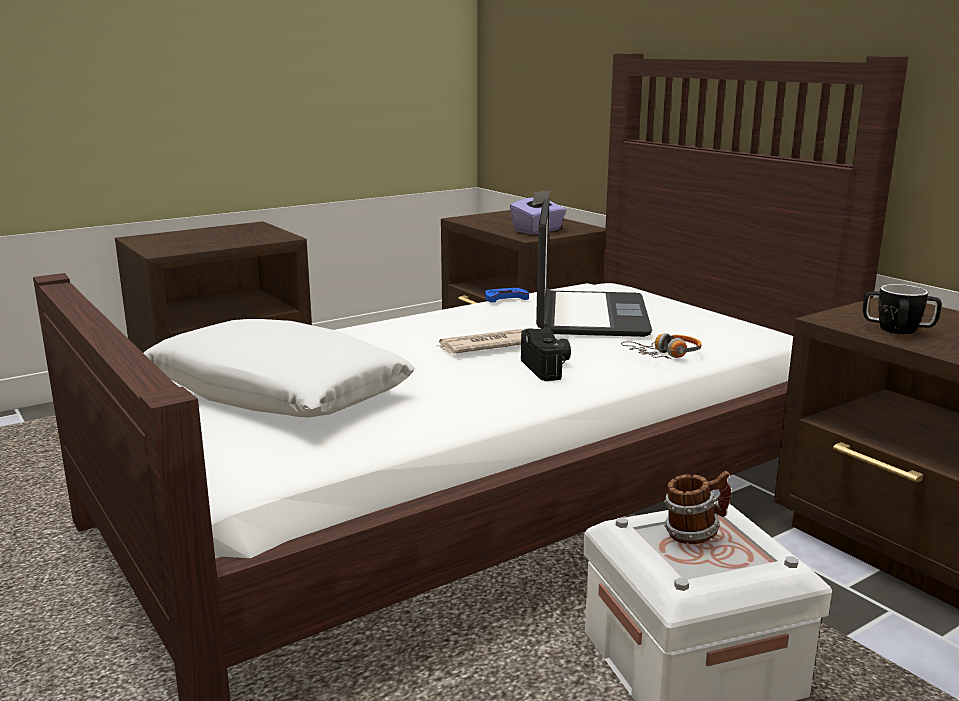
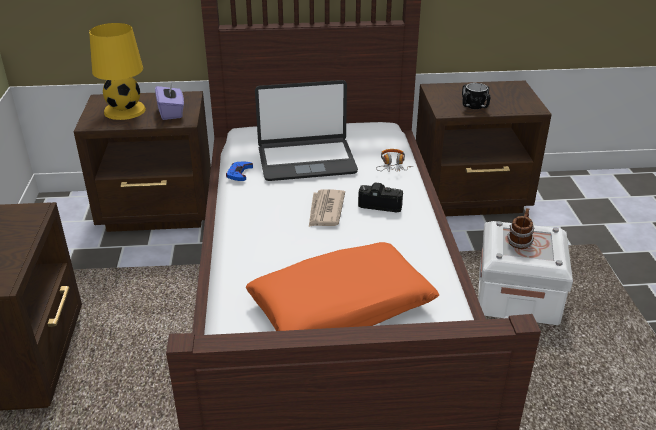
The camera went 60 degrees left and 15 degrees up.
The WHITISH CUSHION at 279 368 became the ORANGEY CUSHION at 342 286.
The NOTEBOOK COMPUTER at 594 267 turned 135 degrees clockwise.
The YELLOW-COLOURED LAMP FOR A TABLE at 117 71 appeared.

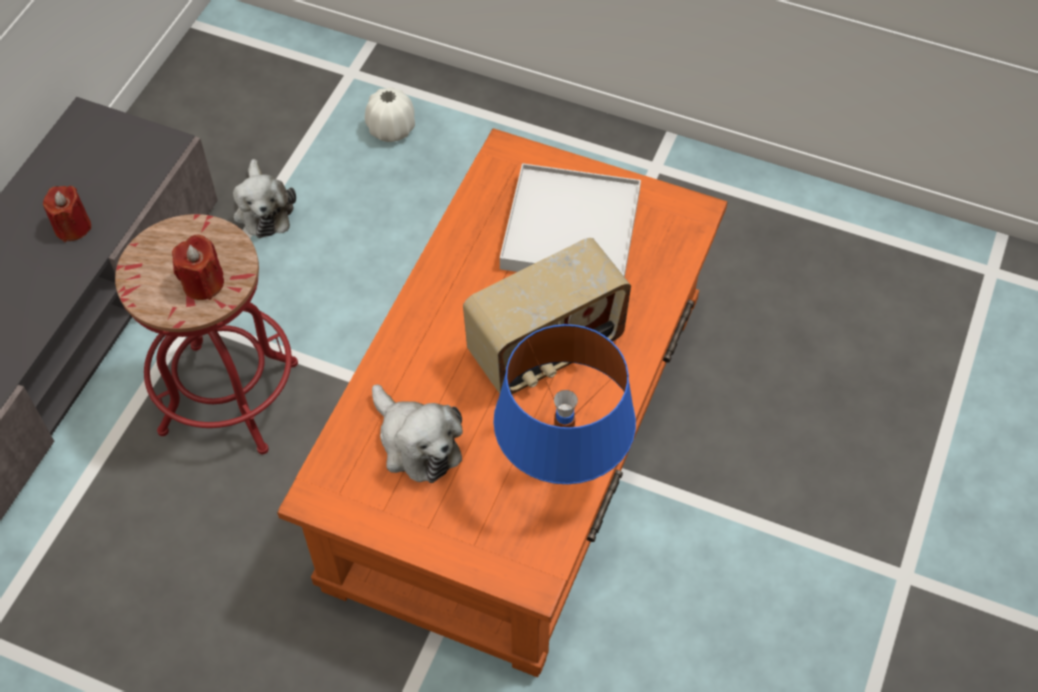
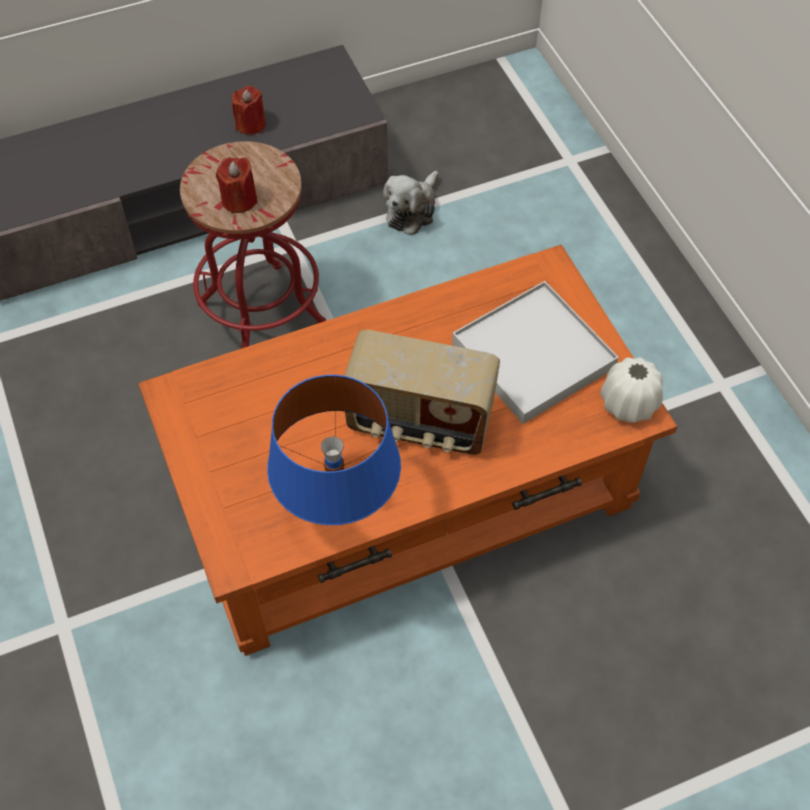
The camera went 45 degrees right and 0 degrees up.
The WHITISH DECORATIVE VASE moved from 390 114 to 632 390.
The SOFT TOY at 417 433 disappeared.

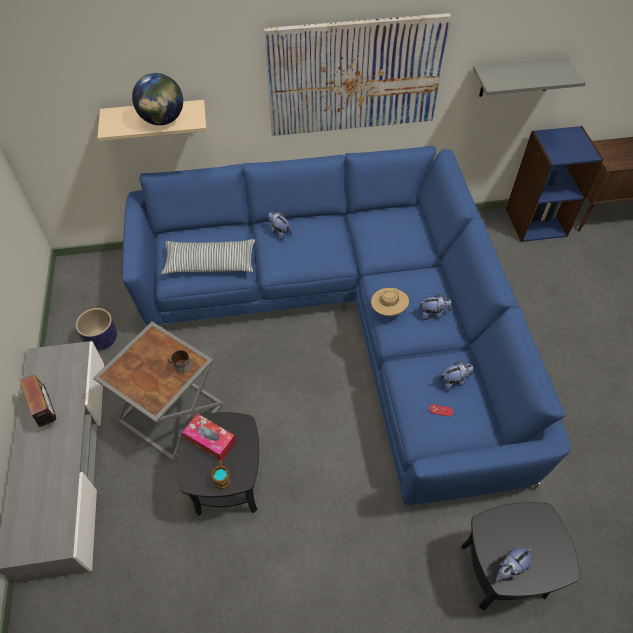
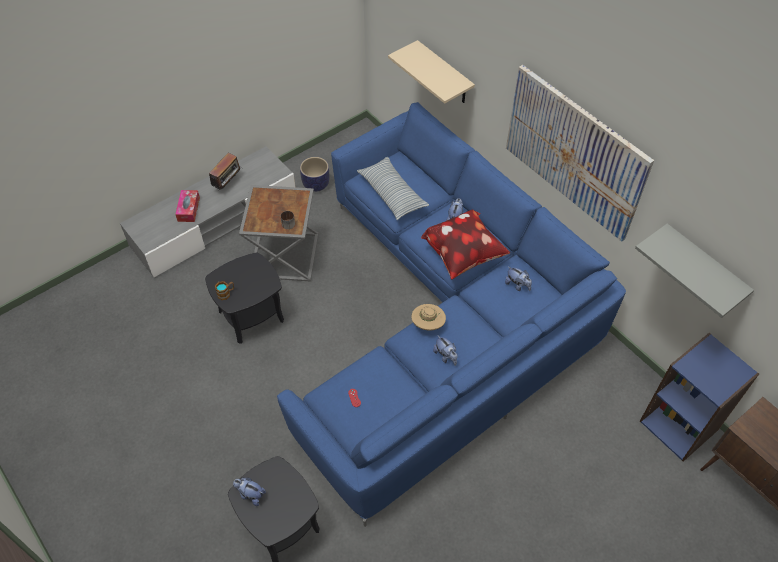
The camera went 60 degrees right and 0 degrees up.
The DESK GLOBE at 157 99 disappeared.
The BOX OF TISSUES moved from 209 436 to 187 206.
The SOFT TOY moved from 455 376 to 518 279.
The CUSHION at 465 244 appeared.

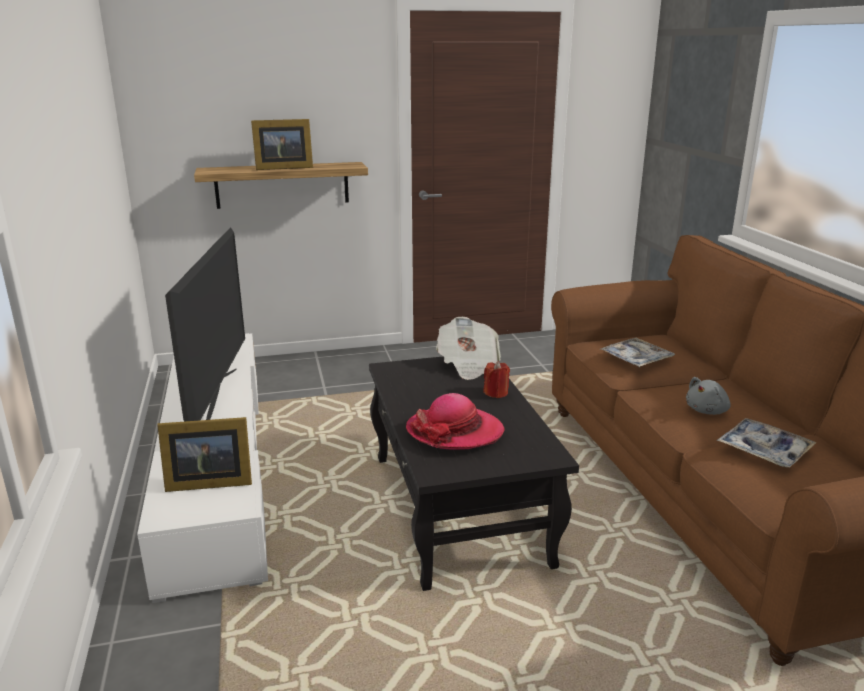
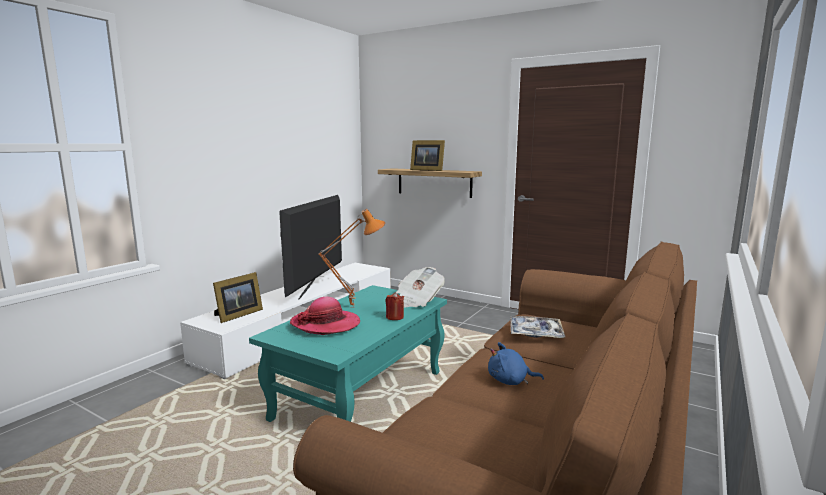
The camera went 45 degrees right and 10 degrees down.
The PHOTO FRAME at 204 454 turned 90 degrees counterclockwise.
The TV at 205 324 turned 150 degrees clockwise.
The BLACK COFFEE TABLE at 474 474 became the BLUE-GREEN COFFEE TABLE at 348 353.
The GRAY SOFT TOY at 708 396 became the BLUE-COLOURED SOFT TOY at 516 363.
The TRAY at 767 443 disappeared.
The ORANGEY LAMP FOR A TABLE at 351 258 appeared.

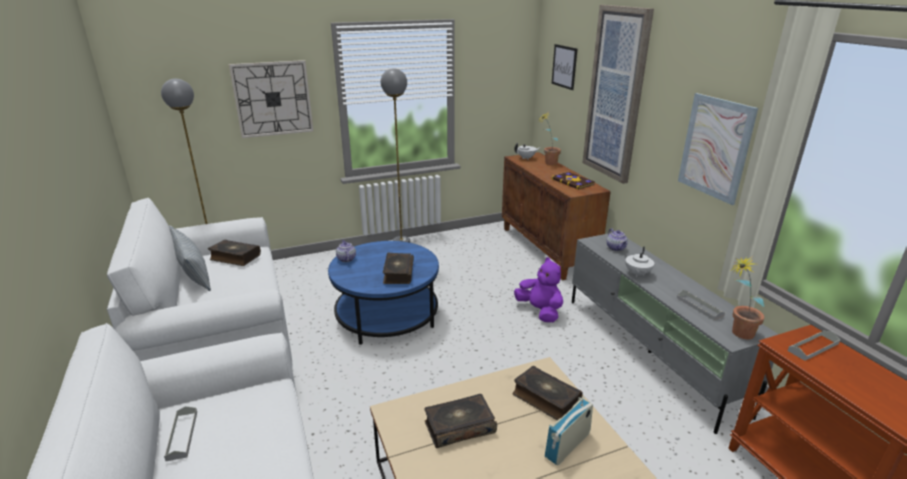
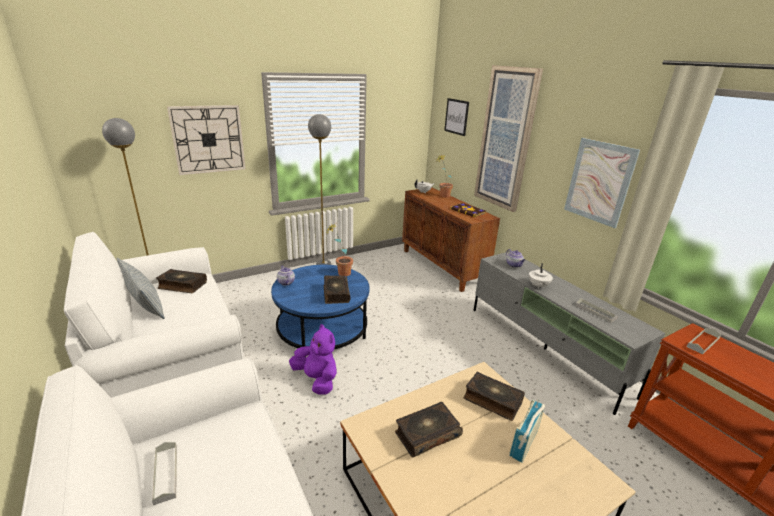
The camera went 10 degrees left and 0 degrees up.
The PURPLE SOFT TOY moved from 538 289 to 313 359.
The PLANT IN A POT moved from 747 297 to 339 249.

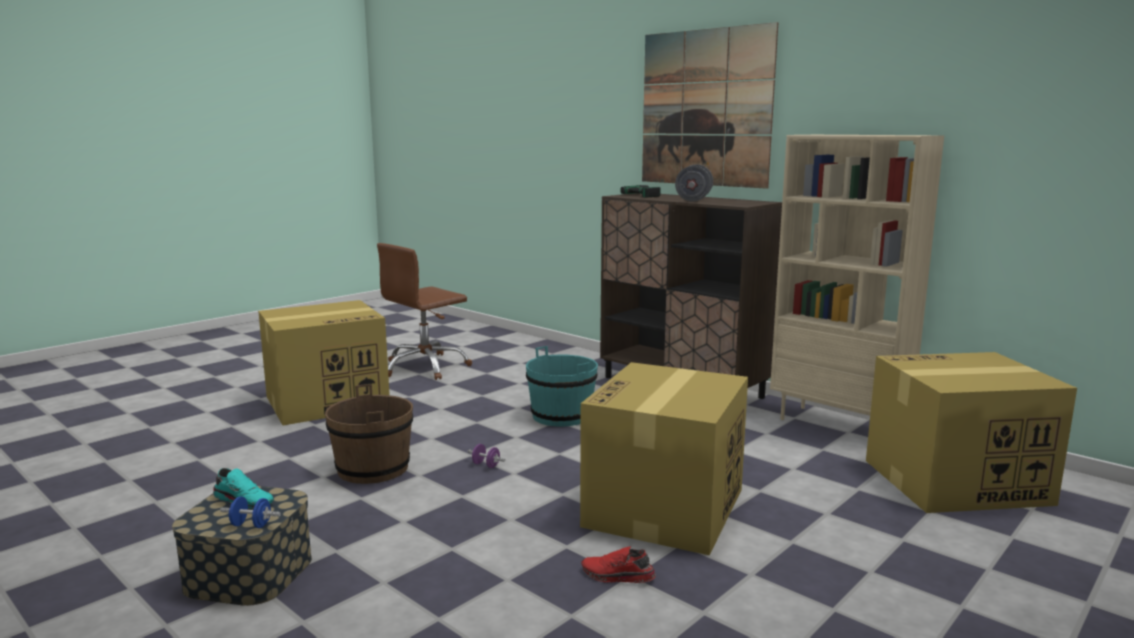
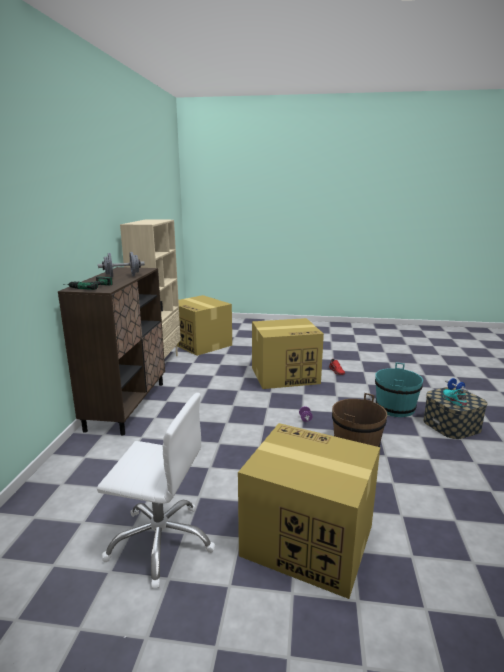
The camera went 125 degrees left and 5 degrees up.
The BROWNISH OFFICE CHAIR at 424 311 became the WHITISH OFFICE CHAIR at 156 491.
The BLUE-GREEN WATER BUCKET moved from 562 386 to 399 390.
The PICTURE at 710 105 disappeared.

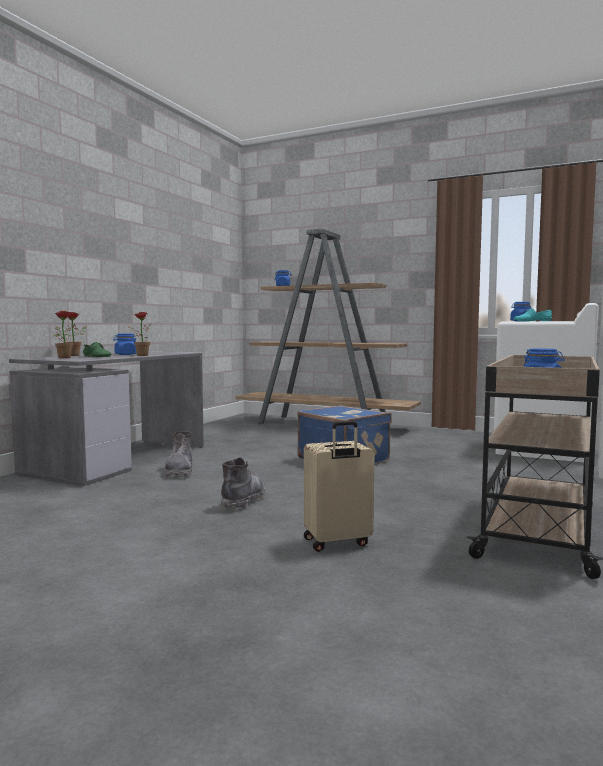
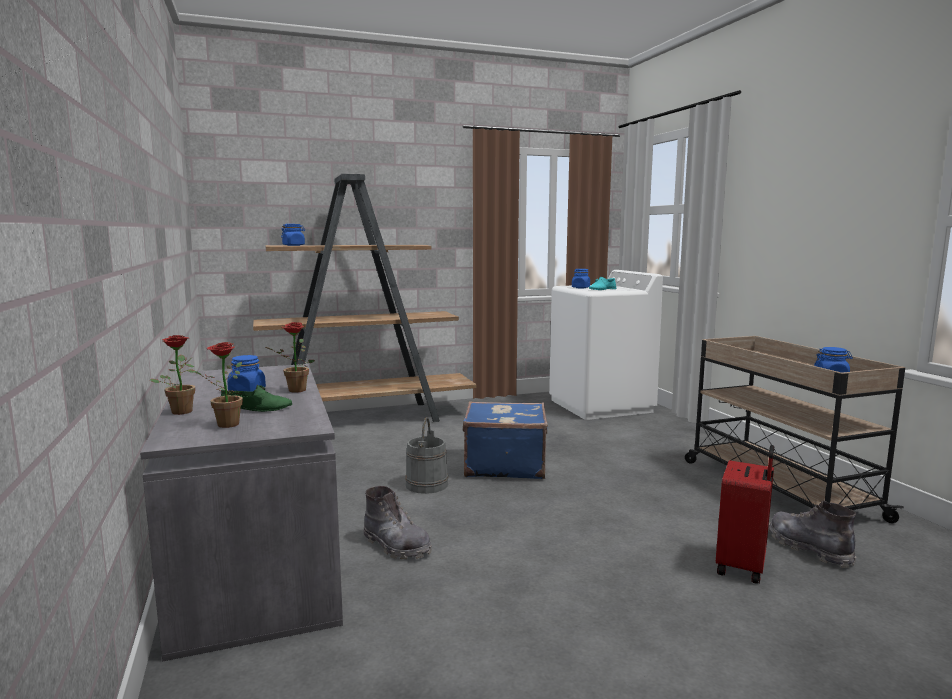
The camera went 45 degrees left and 5 degrees up.
The GRAY TALL BOOT moved from 243 483 to 812 534.
The SAND-COLOURED TRAVEL CASE at 339 486 became the REDDISH TRAVEL CASE at 745 514.
The GRAY WATER BUCKET at 427 455 appeared.

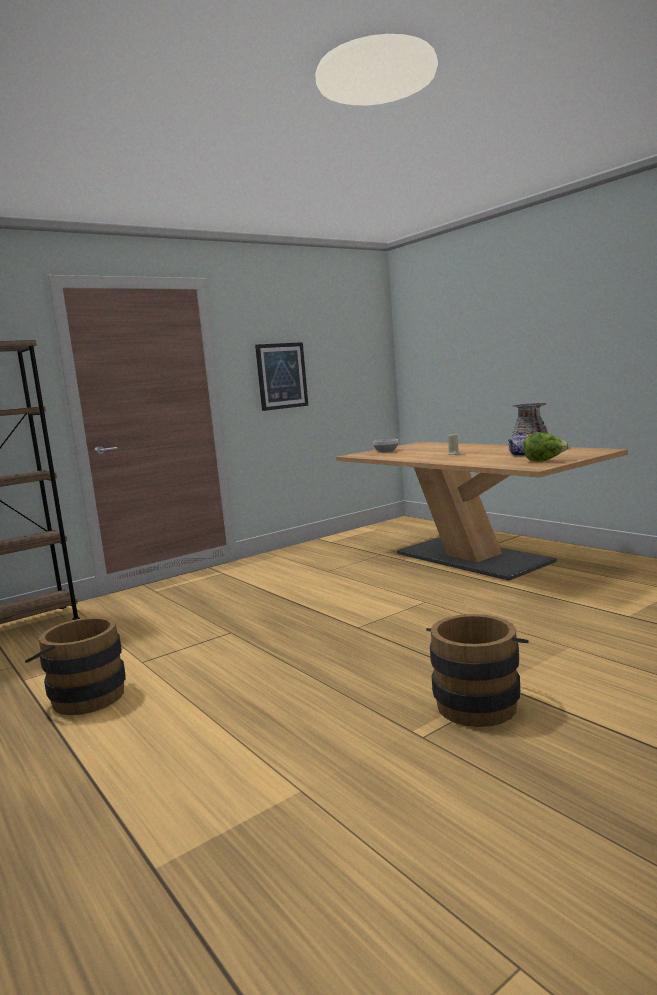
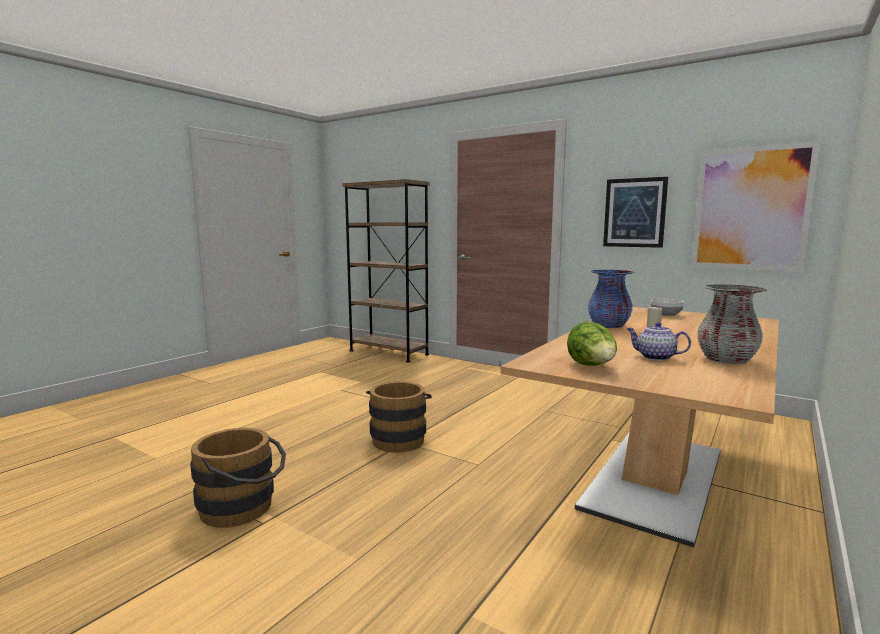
The camera went 70 degrees right and 0 degrees up.
The BROWNISH WATER BUCKET moved from 75 666 to 399 417.
The BLUE-COLOURED DECORATIVE VASE at 611 299 appeared.
The PICTURE at 755 206 appeared.

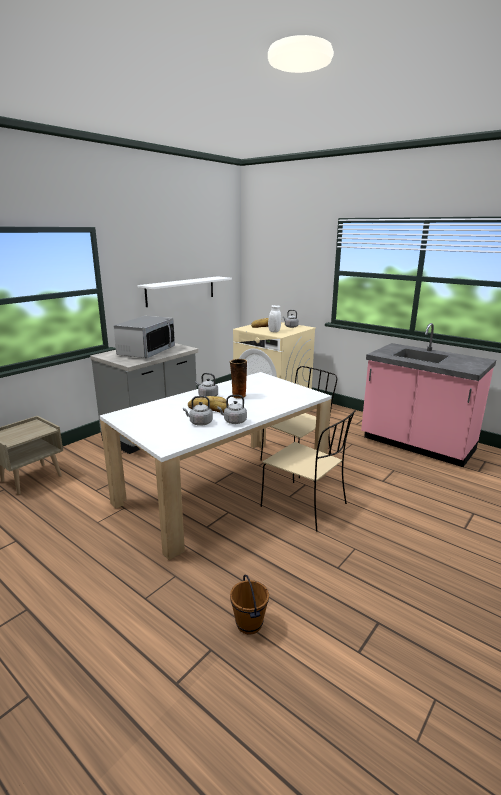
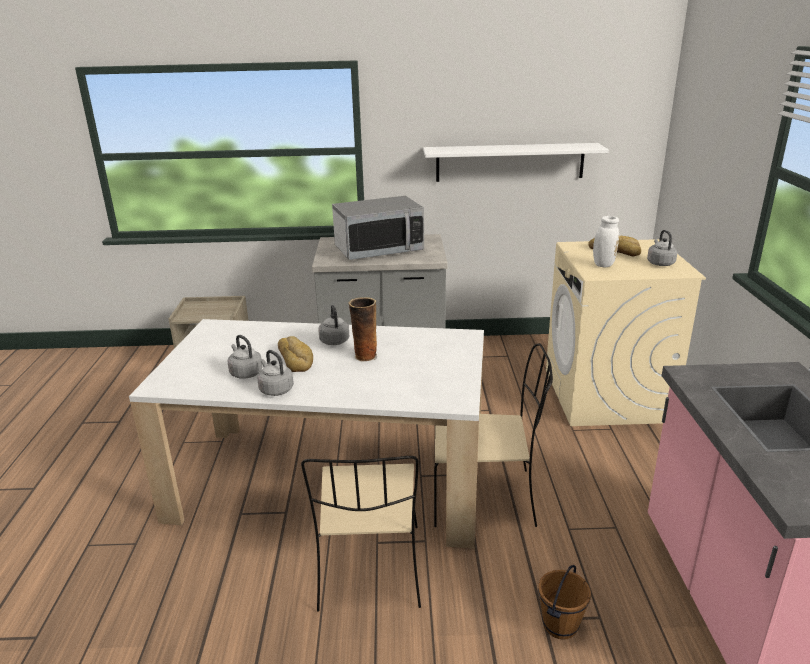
The camera went 50 degrees right and 5 degrees up.
The BROWNISH WATER BUCKET moved from 249 605 to 564 602.

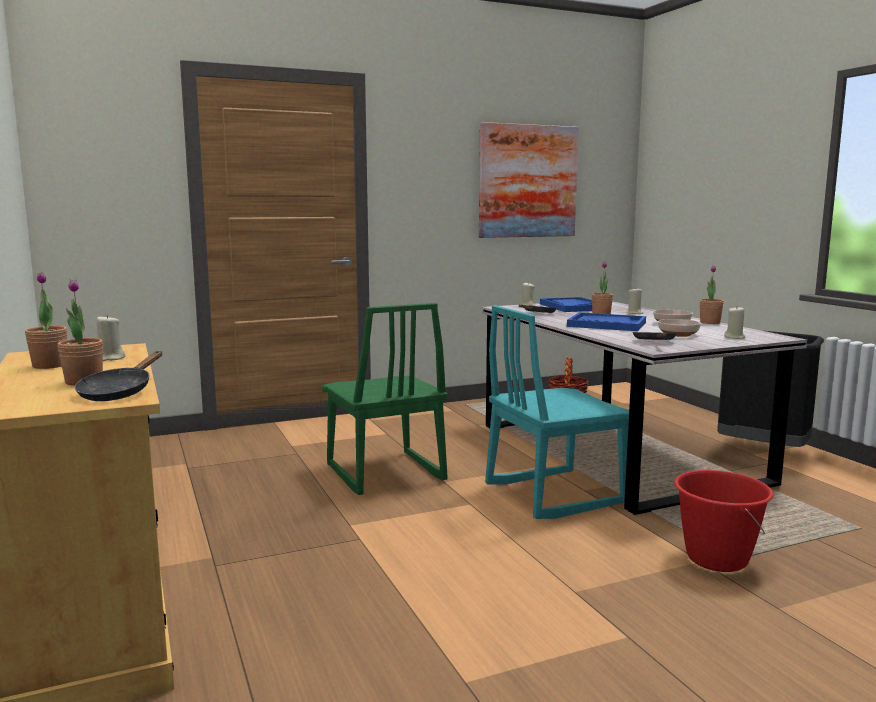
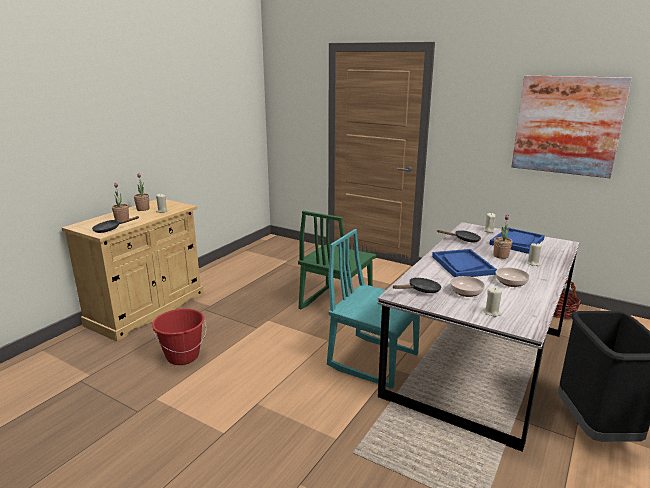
The camera went 55 degrees right and 10 degrees up.
The REDDISH WATER BUCKET moved from 724 521 to 179 337.
The PLANT IN A POT at 712 295 disappeared.

